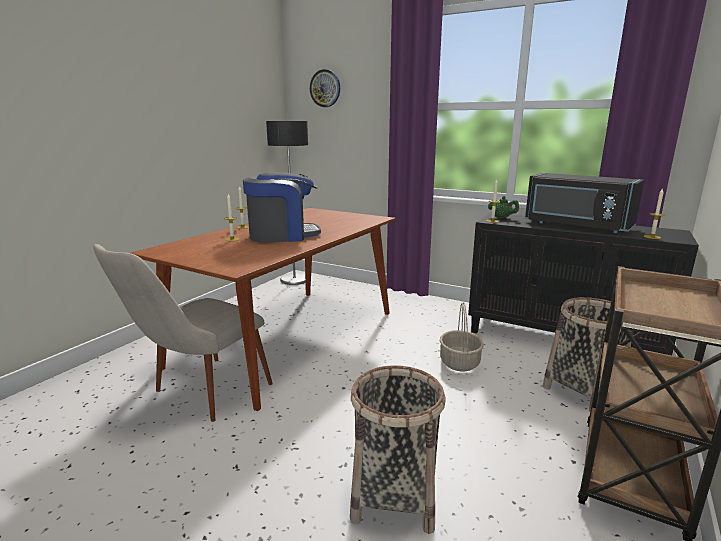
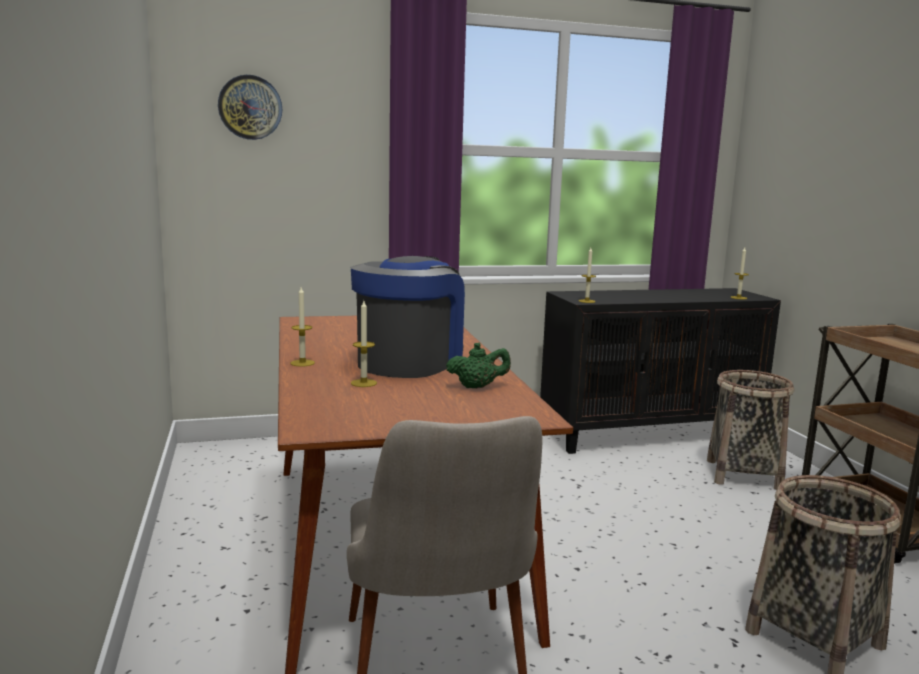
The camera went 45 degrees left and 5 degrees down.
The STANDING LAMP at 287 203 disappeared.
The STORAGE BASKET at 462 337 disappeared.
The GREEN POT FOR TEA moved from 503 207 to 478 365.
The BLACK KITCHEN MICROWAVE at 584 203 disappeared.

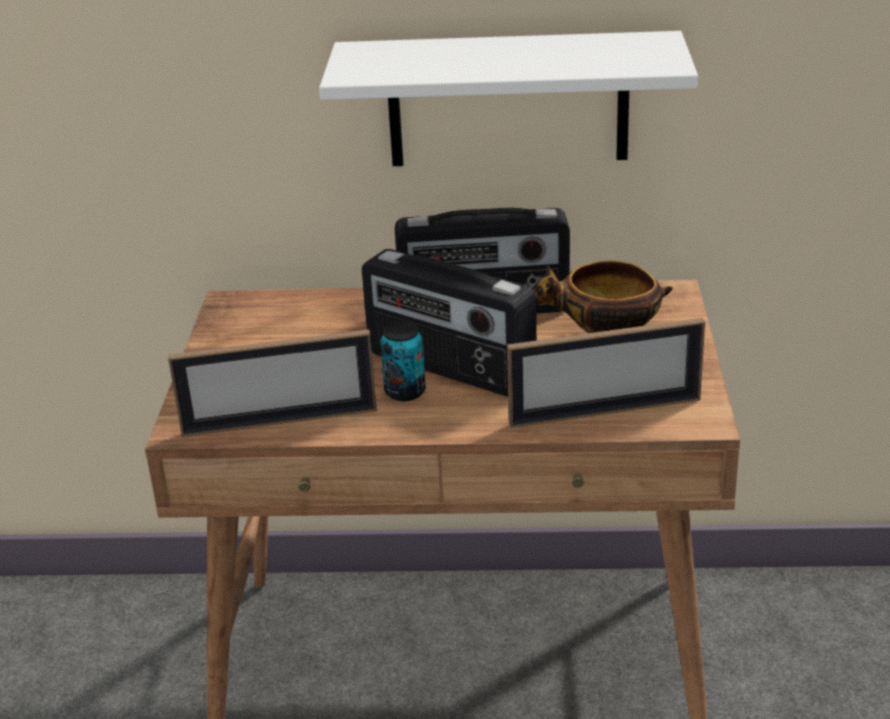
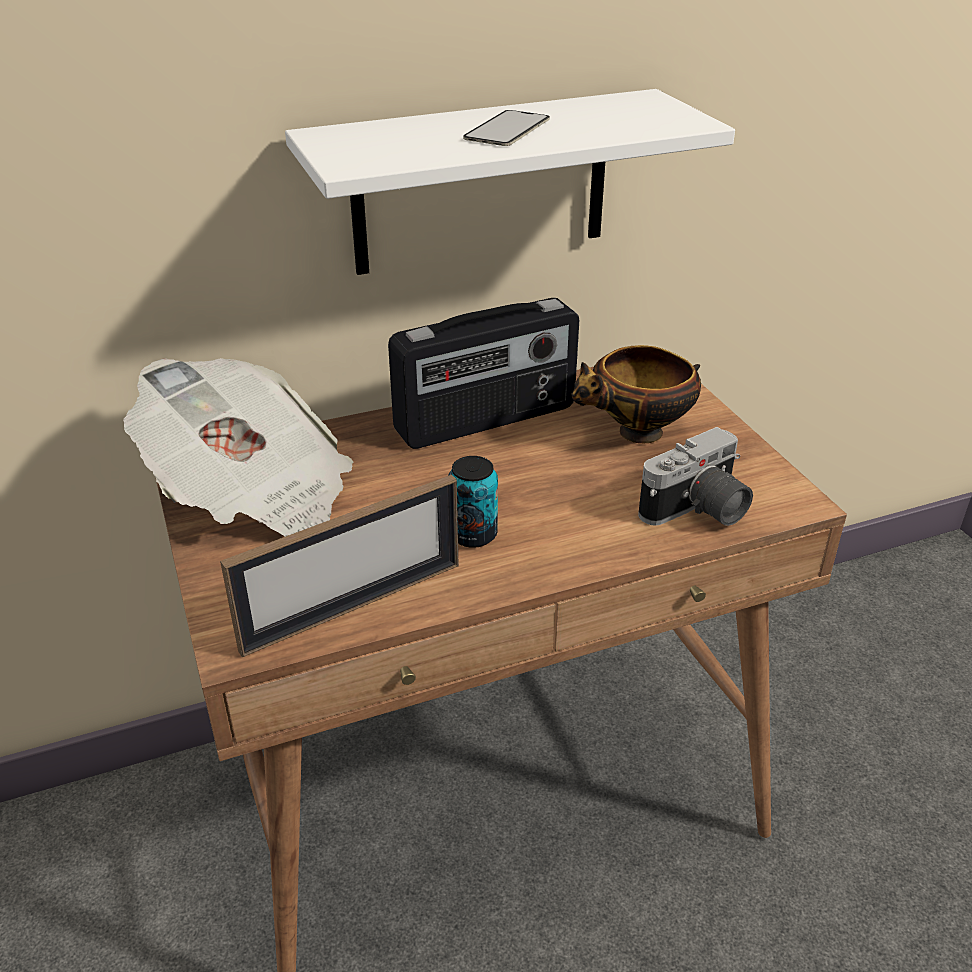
The camera went 25 degrees left and 5 degrees up.
The RADIO RECEIVER at 449 323 disappeared.
The PHOTO FRAME at 606 373 was replaced by the PHOTO CAMERA at 695 476.
The NEWSPAPER at 238 447 appeared.
The PHONE at 506 128 appeared.

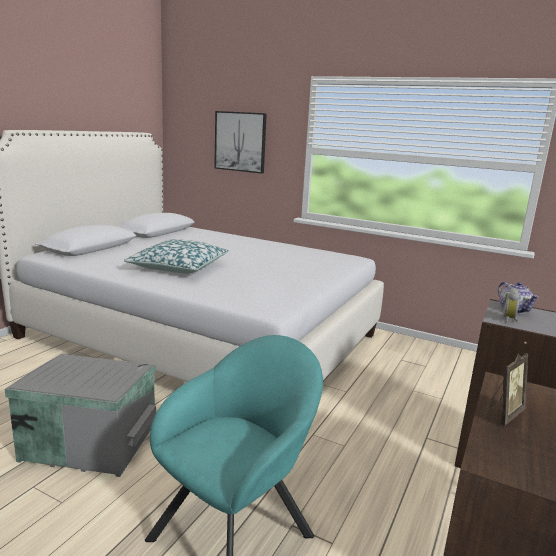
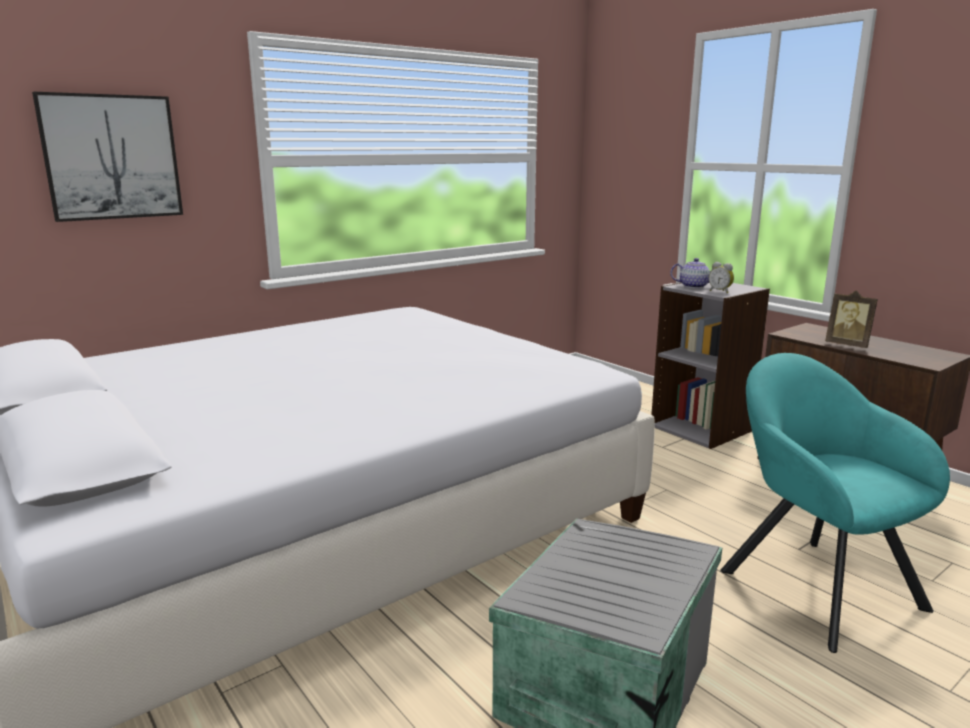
The camera went 65 degrees left and 0 degrees up.
The CUSHION at 176 256 disappeared.
The PHOTO FRAME at 506 389 turned 150 degrees clockwise.

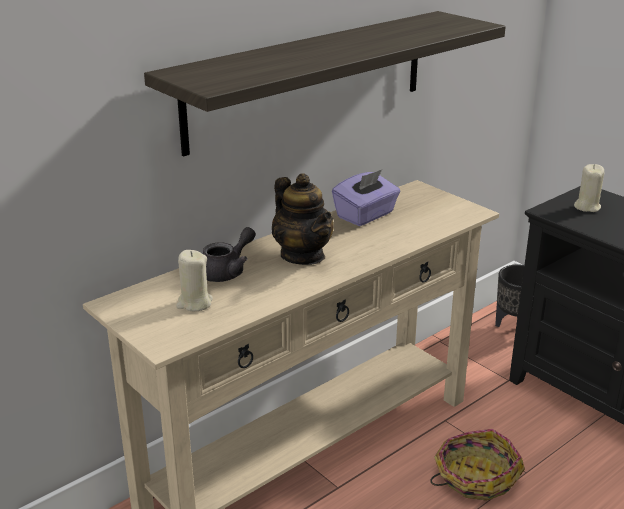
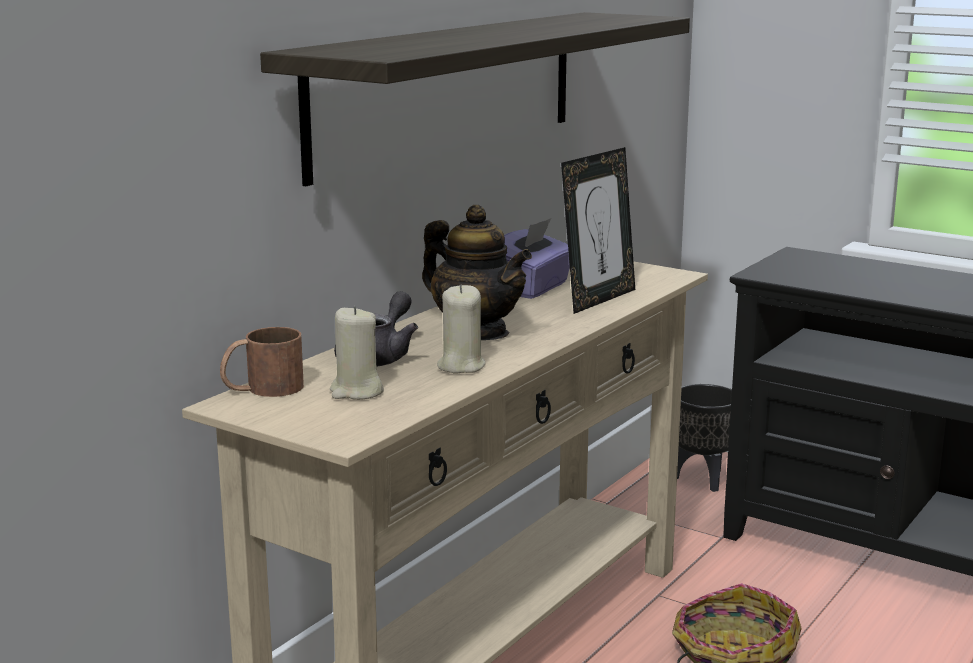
The camera went 15 degrees left and 10 degrees down.
The SAND-COLOURED WAX CANDLE moved from 589 188 to 461 329.
The BROWNISH TEA MUG at 262 362 appeared.
The PHOTO FRAME at 598 230 appeared.

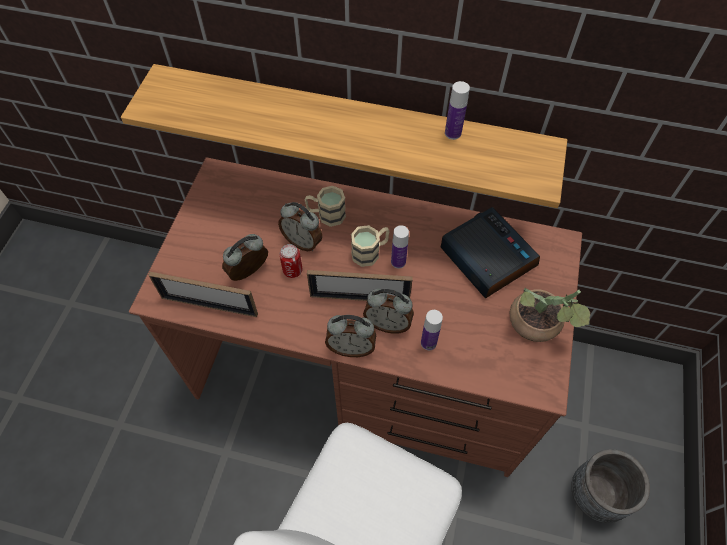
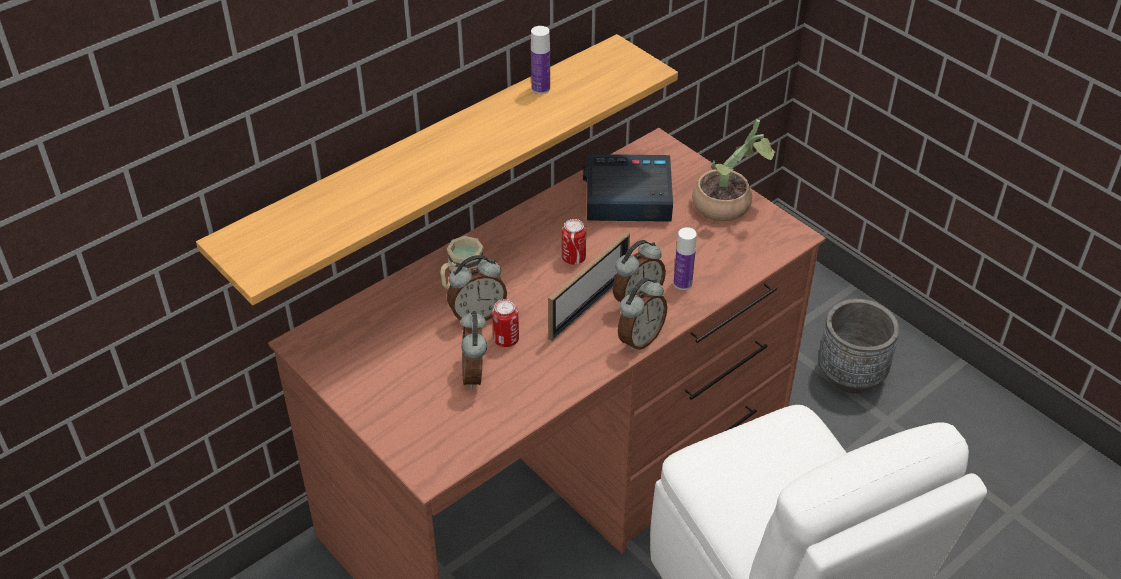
The camera went 55 degrees left and 15 degrees down.
The PHOTO FRAME at 203 294 disappeared.
The SAND-COLOURED TEA MUG at 370 246 disappeared.
The BEVERAGE BOTTLE at 400 247 was replaced by the CAN at 574 242.

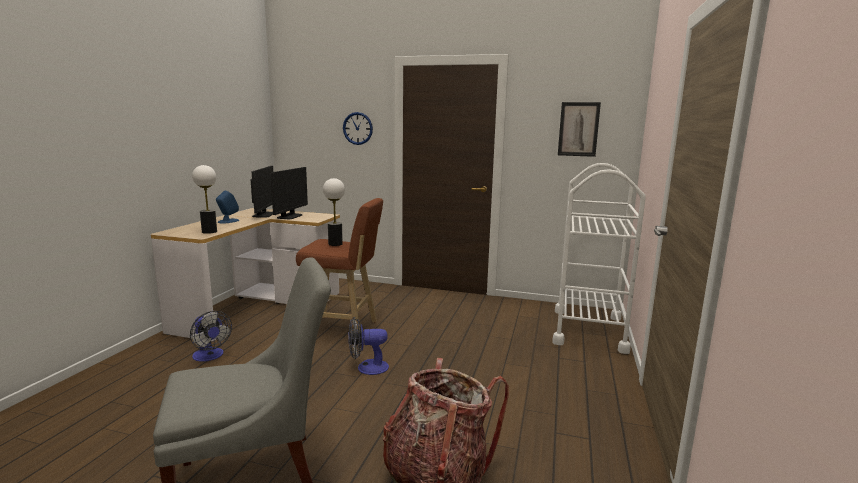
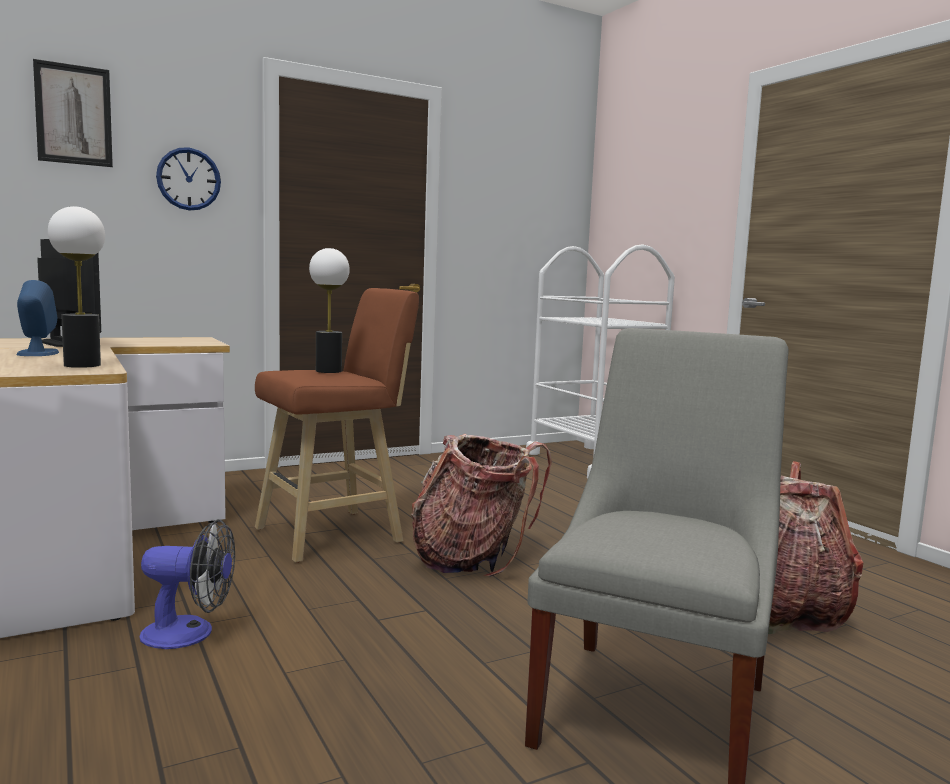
The camera went 45 degrees left and 5 degrees down.
The COMPUTER SCREEN at 289 193 disappeared.
The ELECTRIC FAN at 368 346 was replaced by the KNAPSACK at 481 505.
The PICTURE moved from 579 129 to 73 113.

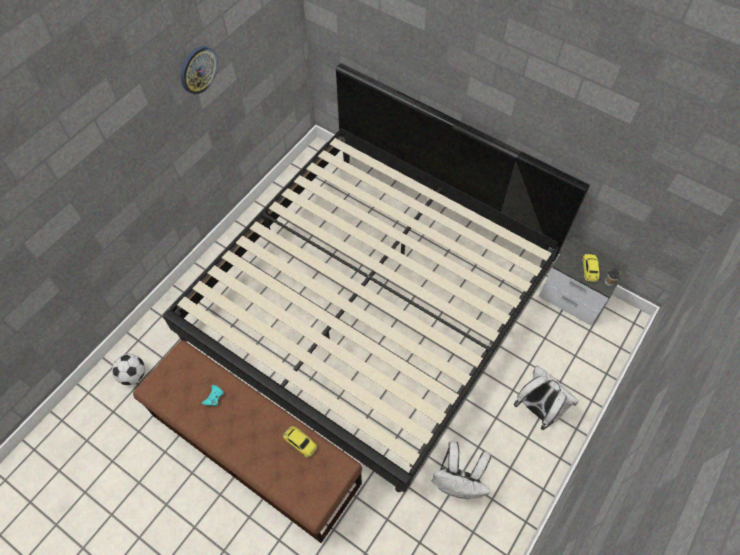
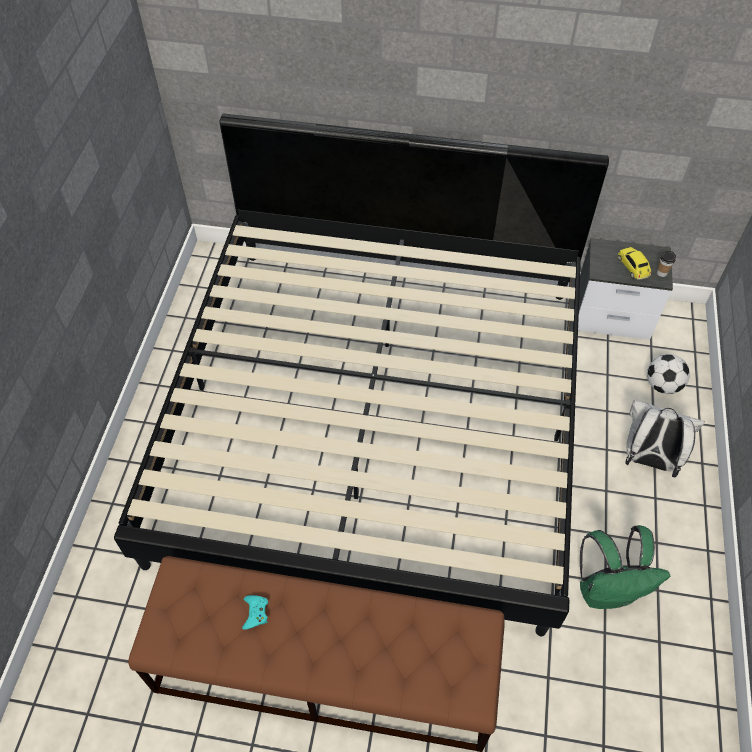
The camera went 25 degrees left and 5 degrees down.
The BALL FOR FOOTBALL moved from 128 369 to 668 374.
The HANGING CLOCK at 199 70 disappeared.
The MINIATURE CAR at 300 442 disappeared.
The WHITISH KNAPSACK at 461 470 became the GREEN KNAPSACK at 625 567.

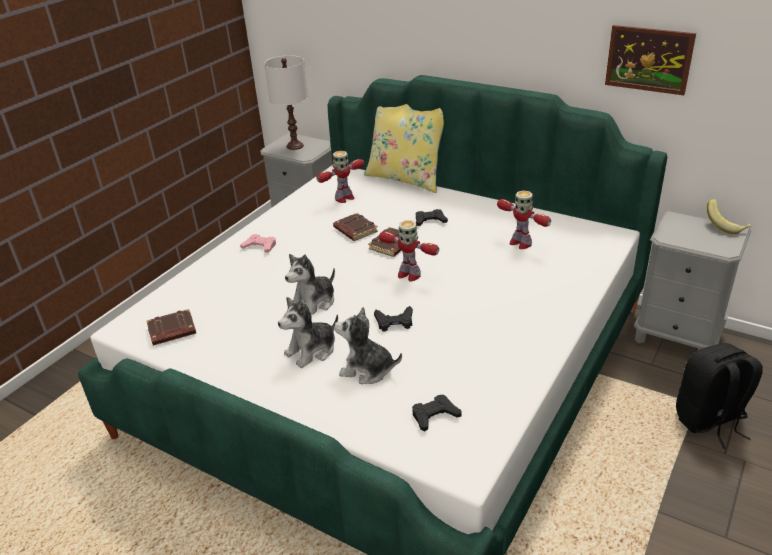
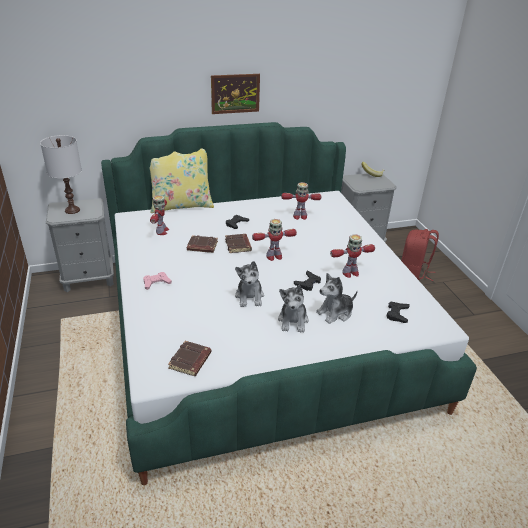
The camera went 50 degrees left and 0 degrees up.
The PICTURE moved from 650 60 to 235 94.
The BLACK KNAPSACK at 719 396 became the REDDISH KNAPSACK at 420 255.
The ROBOT FIGURE at 352 256 appeared.

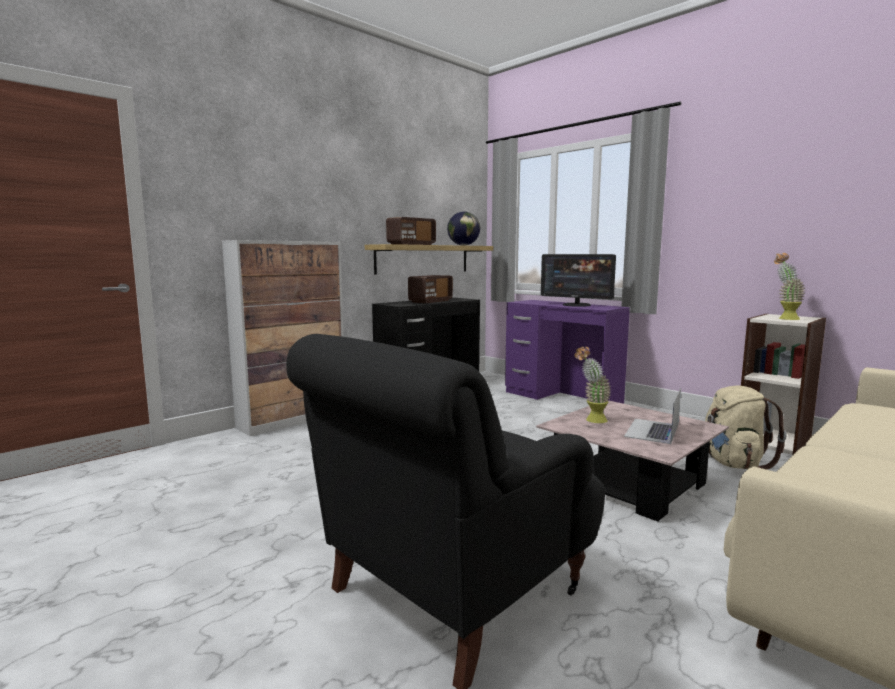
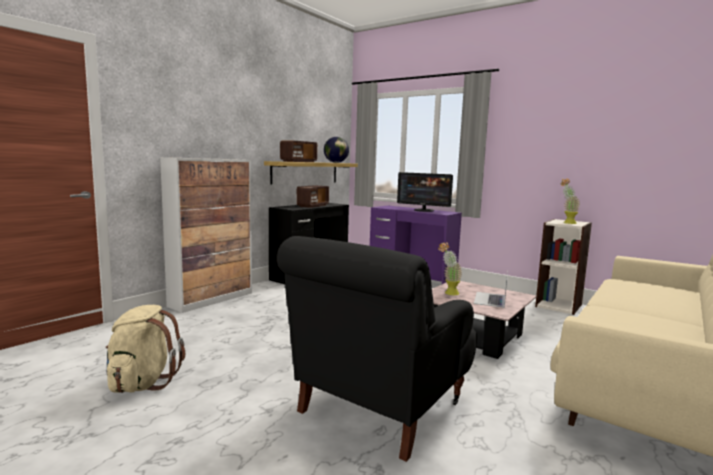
The camera went 10 degrees left and 0 degrees up.
The SAND-COLOURED KNAPSACK moved from 746 427 to 145 349.

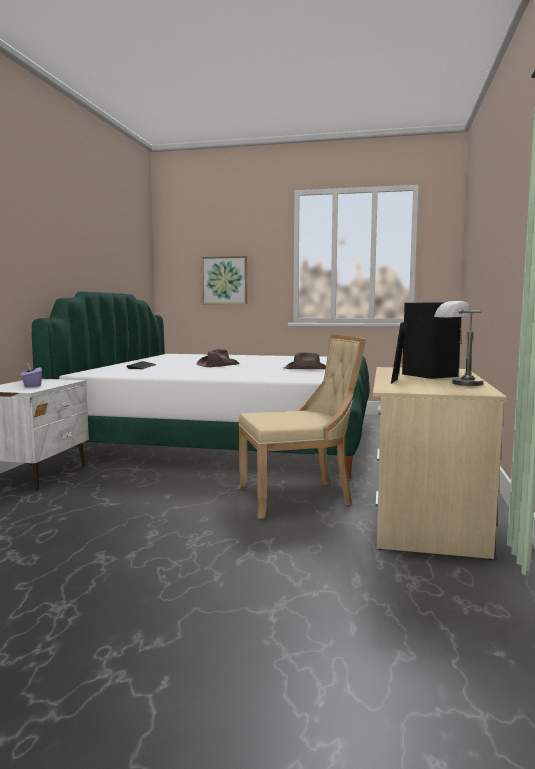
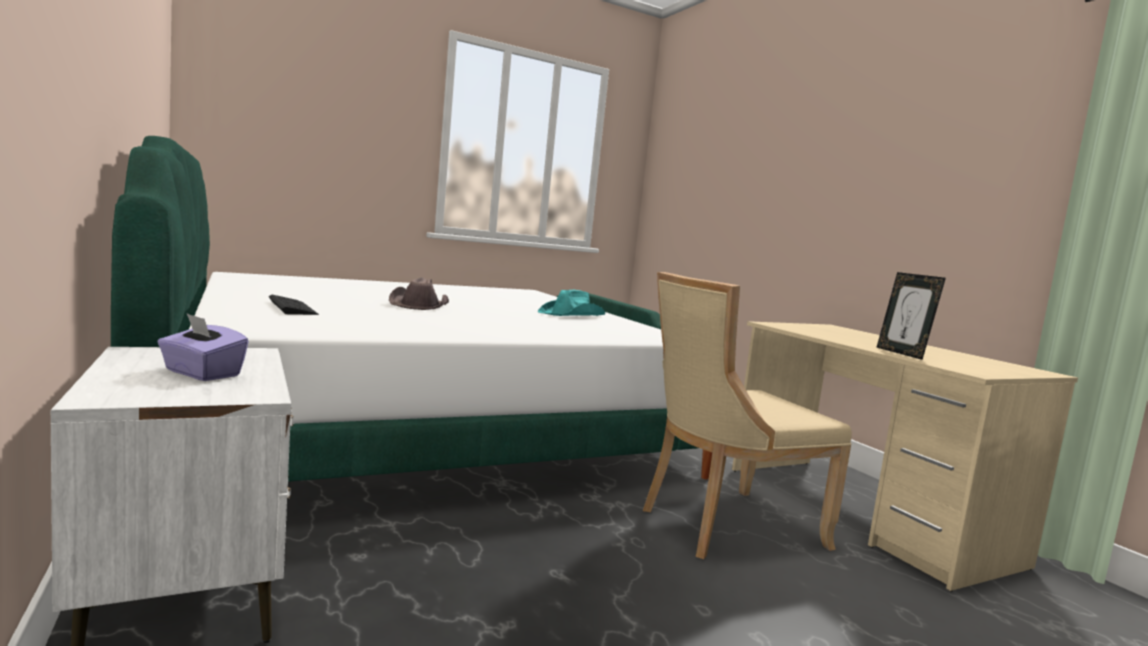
The camera went 40 degrees left and 0 degrees up.
The PICTURE at 224 280 disappeared.
The SAND-COLOURED CHAIR at 302 427 turned 150 degrees counterclockwise.
The BROWNISH WEARABLE HAT at 305 360 became the BLUE-GREEN WEARABLE HAT at 571 303.
The BLACK LOUDSPEAKER at 431 340 disappeared.
The GRAY LAMP FOR A TABLE at 458 343 disappeared.

